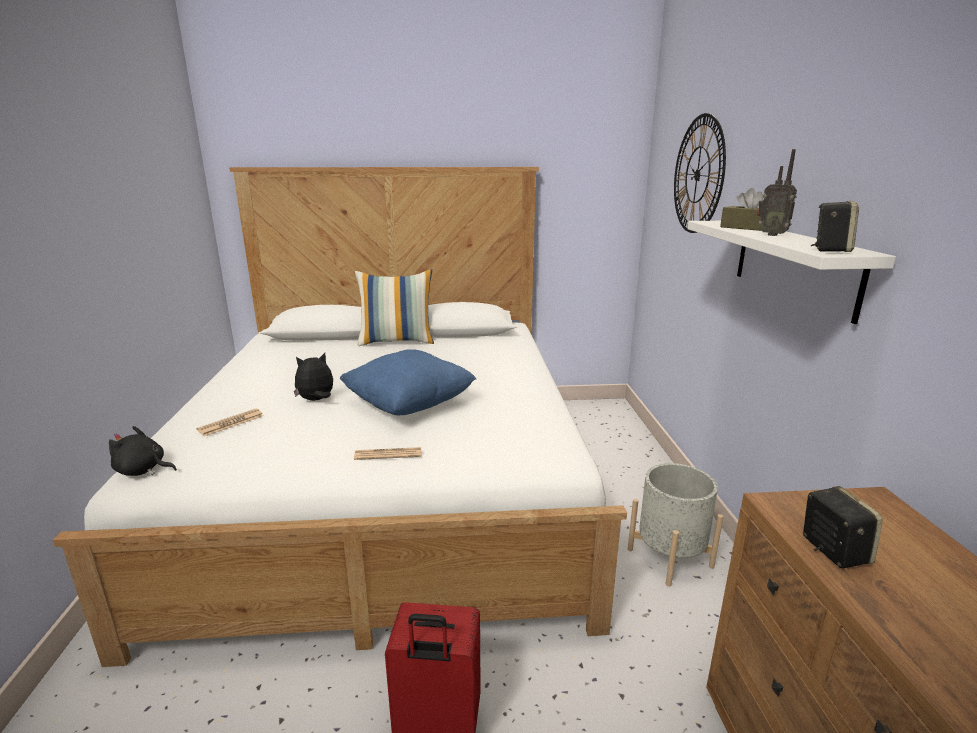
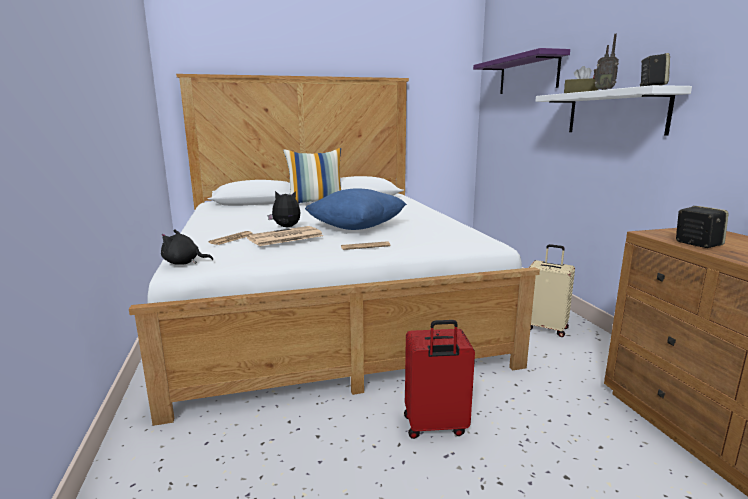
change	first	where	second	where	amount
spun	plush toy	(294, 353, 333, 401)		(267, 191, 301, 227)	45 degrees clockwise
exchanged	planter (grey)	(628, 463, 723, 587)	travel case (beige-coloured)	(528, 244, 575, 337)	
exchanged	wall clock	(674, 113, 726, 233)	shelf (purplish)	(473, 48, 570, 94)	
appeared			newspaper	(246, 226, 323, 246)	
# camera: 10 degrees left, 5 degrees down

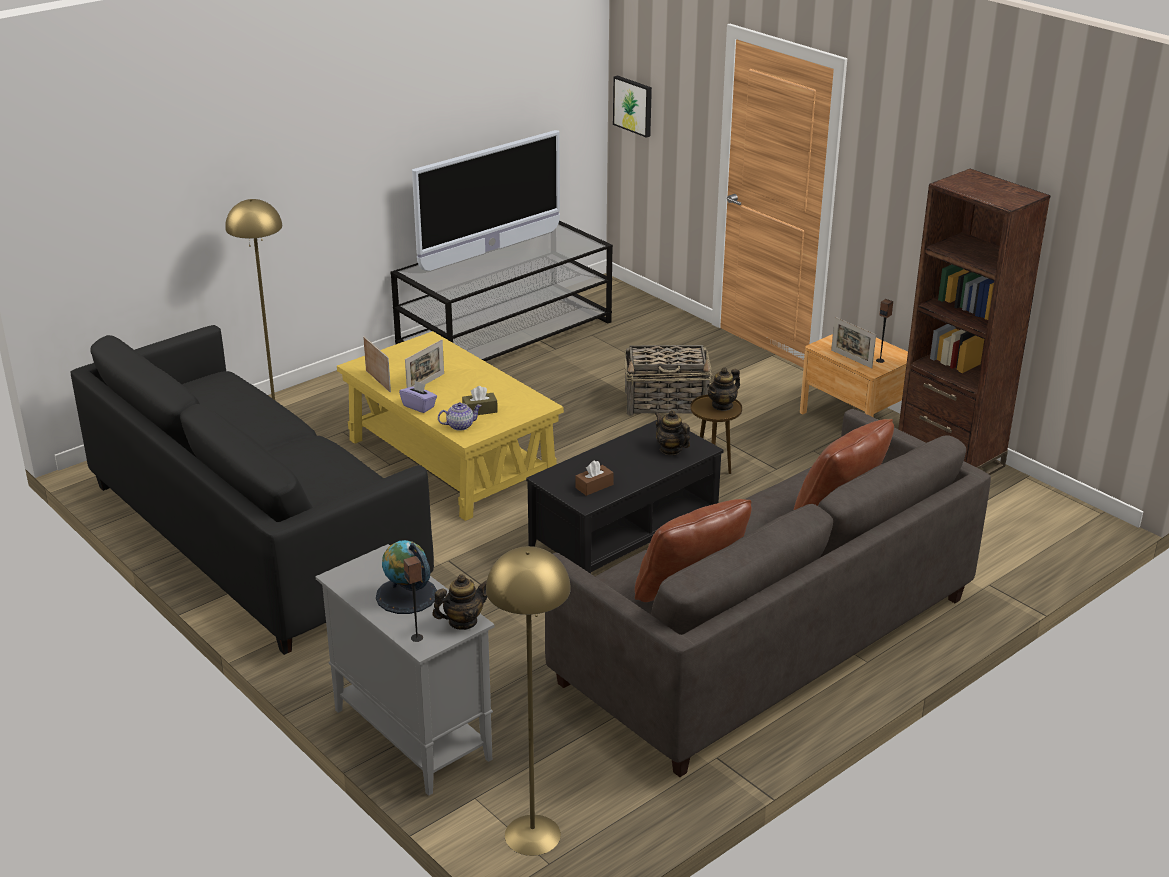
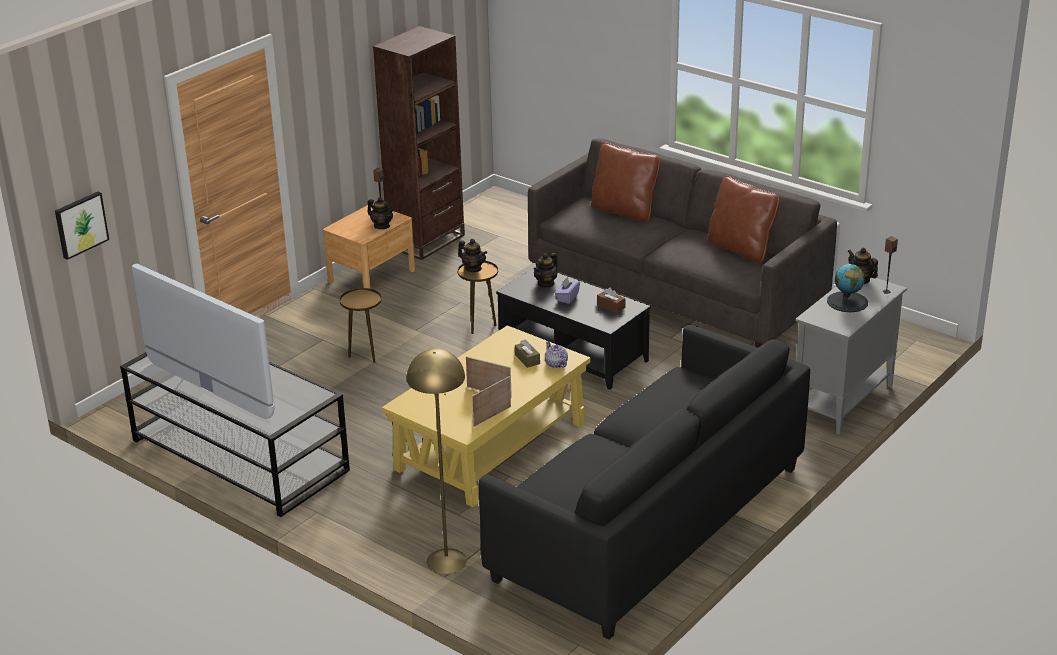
change	first	where	second	where	amount
relocated	tissue holder (purplish)	(399, 380, 437, 413)		(555, 277, 580, 304)	
missing	standard lamp (yellow-coloured)	(486, 546, 571, 856)			
exchanged	household basket	(624, 345, 712, 415)	side table (brown)	(339, 288, 382, 363)	
exchanged	standing frame	(831, 317, 876, 368)	tea pot	(367, 197, 394, 229)	
# camera: 100 degrees left, 0 degrees up

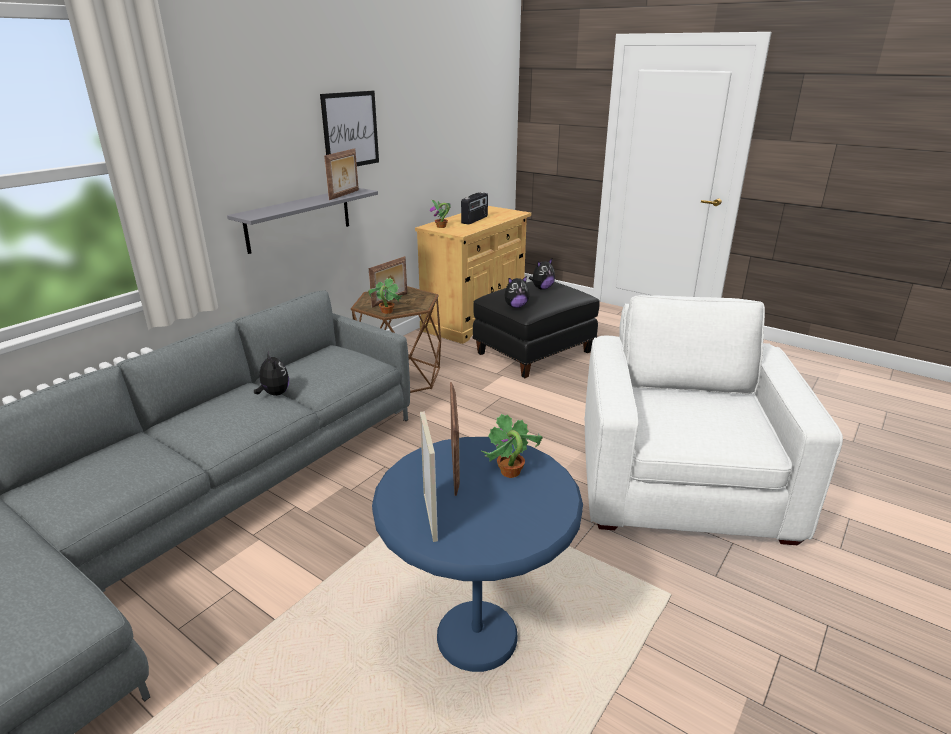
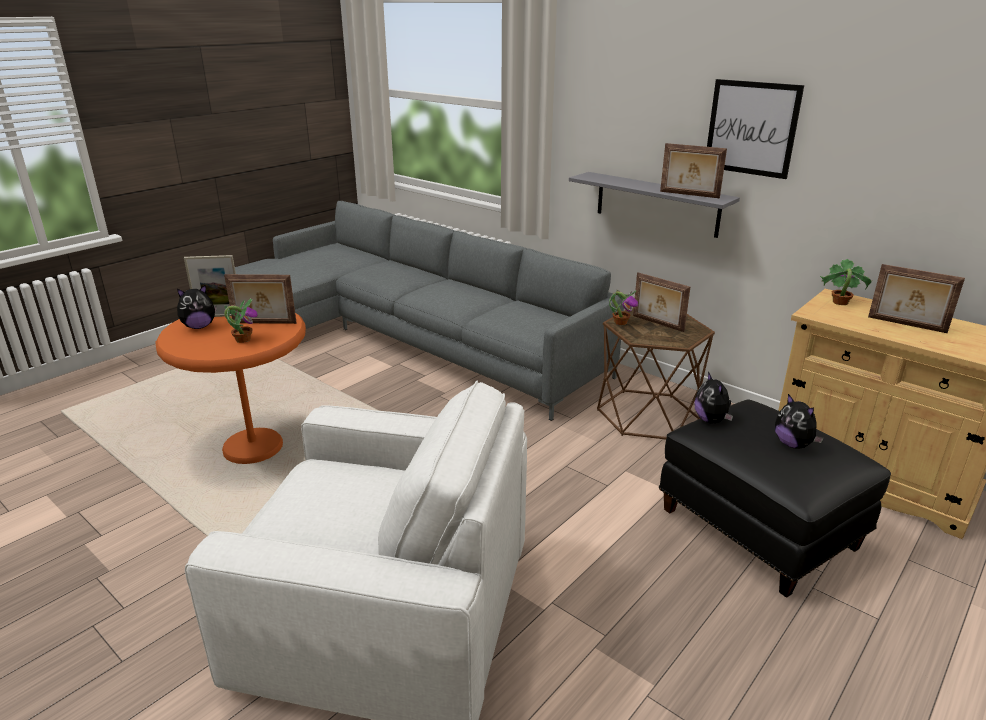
change	first	where	second	where	amount
relocated	plush toy	(254, 351, 289, 396)		(177, 285, 217, 329)	
colour	side table (blue)	(372, 437, 583, 672)	side table (orange)	(155, 313, 306, 464)	
exchanged	radio	(461, 192, 488, 224)	standing frame	(868, 264, 965, 333)	
# camera: 95 degrees right, 0 degrees up

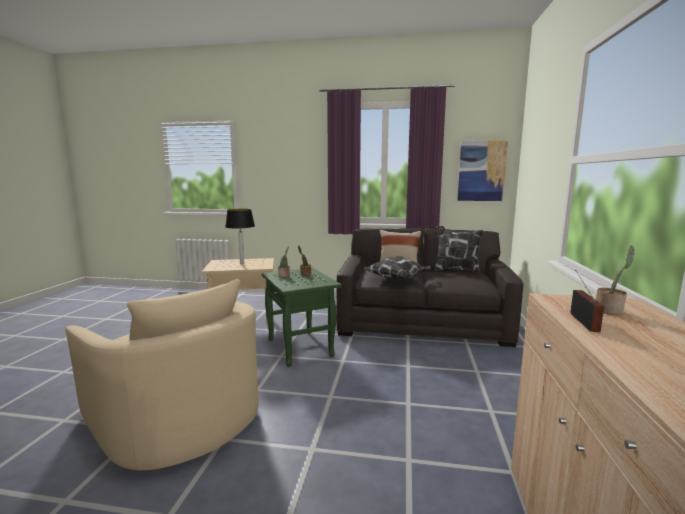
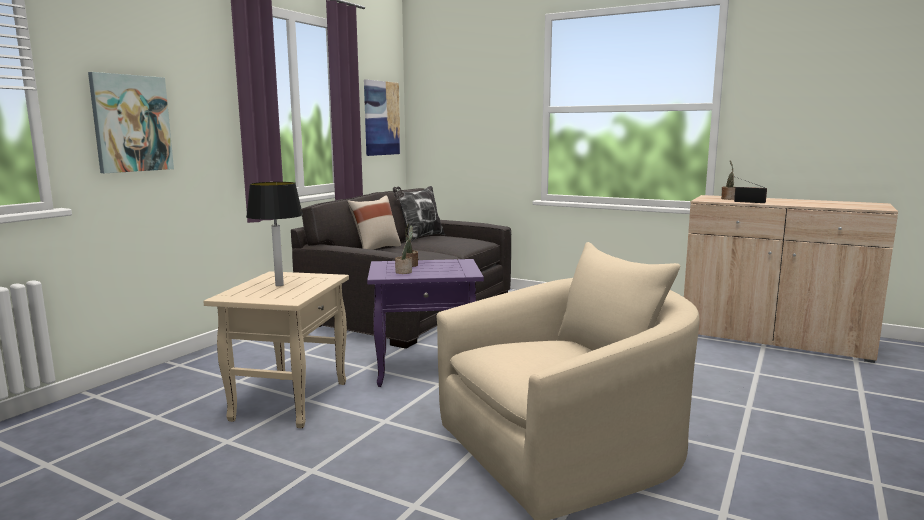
change	first	where	second	where	amount
colour	side table (green)	(262, 268, 342, 367)	side table (purplish)	(367, 259, 484, 387)	
missing	cushion	(364, 256, 432, 280)			
appeared			wall picture	(88, 72, 174, 173)	
# camera: 70 degrees left, 0 degrees up

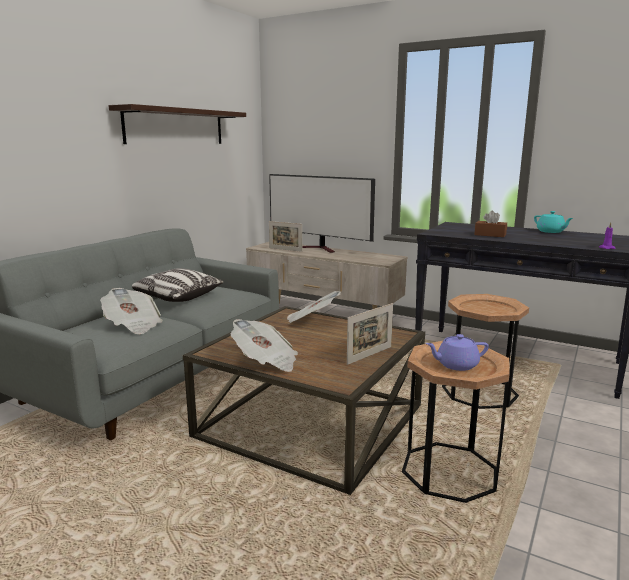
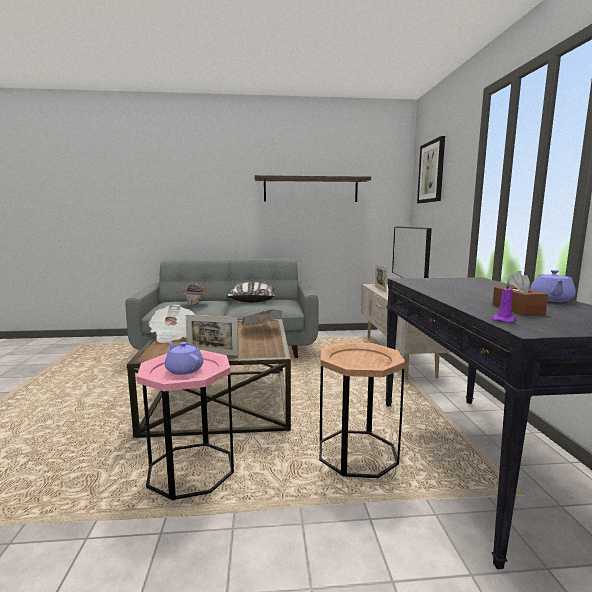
change	first	where	second	where	amount
exchanged	newspaper	(100, 288, 163, 334)	hat (brown)	(176, 283, 212, 305)	
colour	side table (brown)	(402, 341, 510, 503)	side table (pinkish)	(137, 350, 234, 500)	
relocated	tissue holder (brown)	(474, 211, 507, 237)		(493, 271, 548, 315)	
colour	tea pot (blue-green)	(534, 211, 573, 233)	tea pot (purplish)	(530, 270, 576, 302)	
appeared			wall picture	(417, 136, 445, 203)	
# camera: 55 degrees right, 5 degrees down

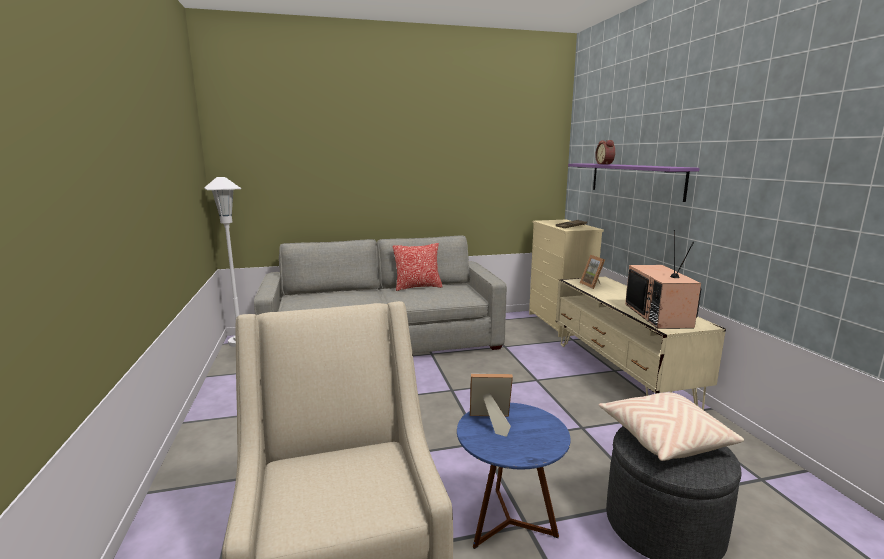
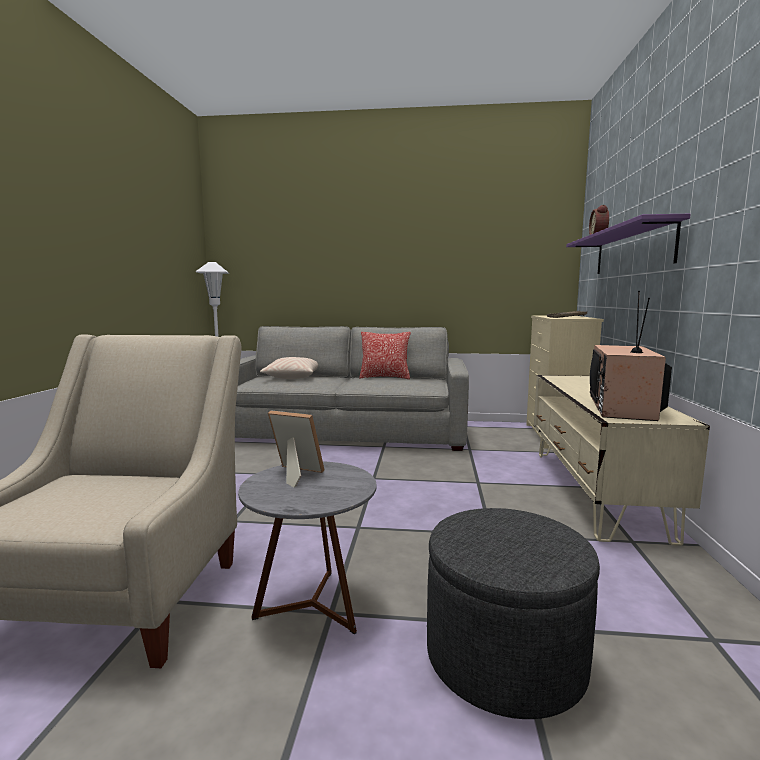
change	first	where	second	where	amount
colour	side table (blue)	(457, 403, 571, 549)	side table (grey)	(238, 461, 377, 634)	
missing	standing frame	(580, 255, 605, 289)			
relocated	cushion (beige-coloured)	(599, 392, 744, 461)		(260, 357, 318, 379)	
# camera: 20 degrees right, 5 degrees down

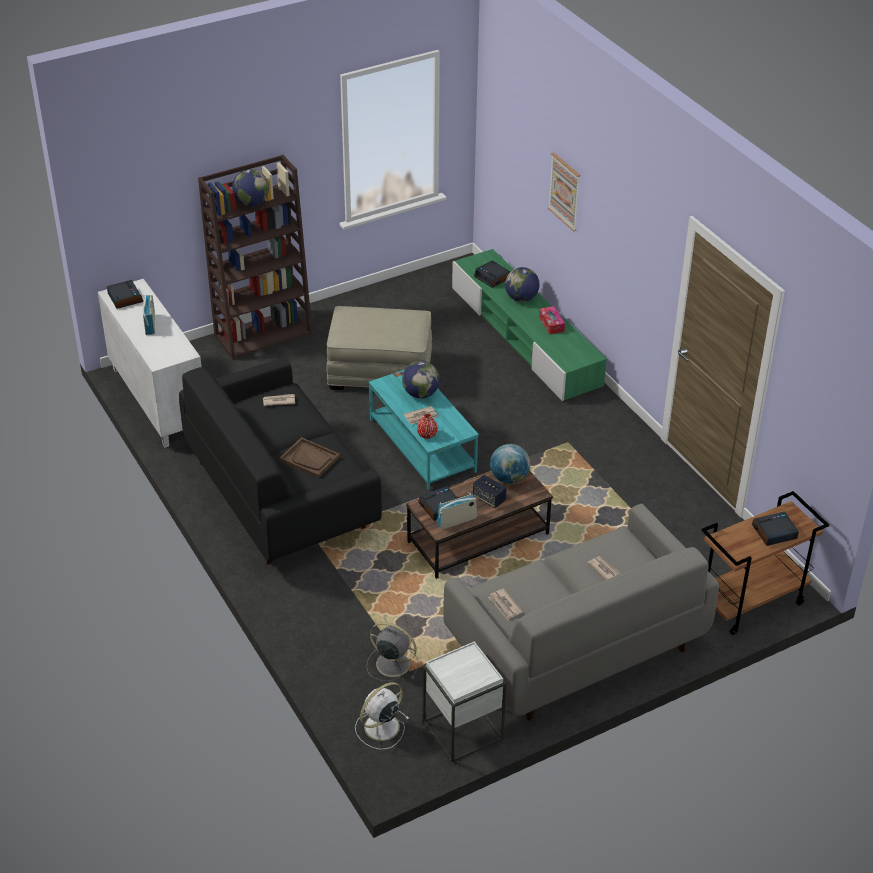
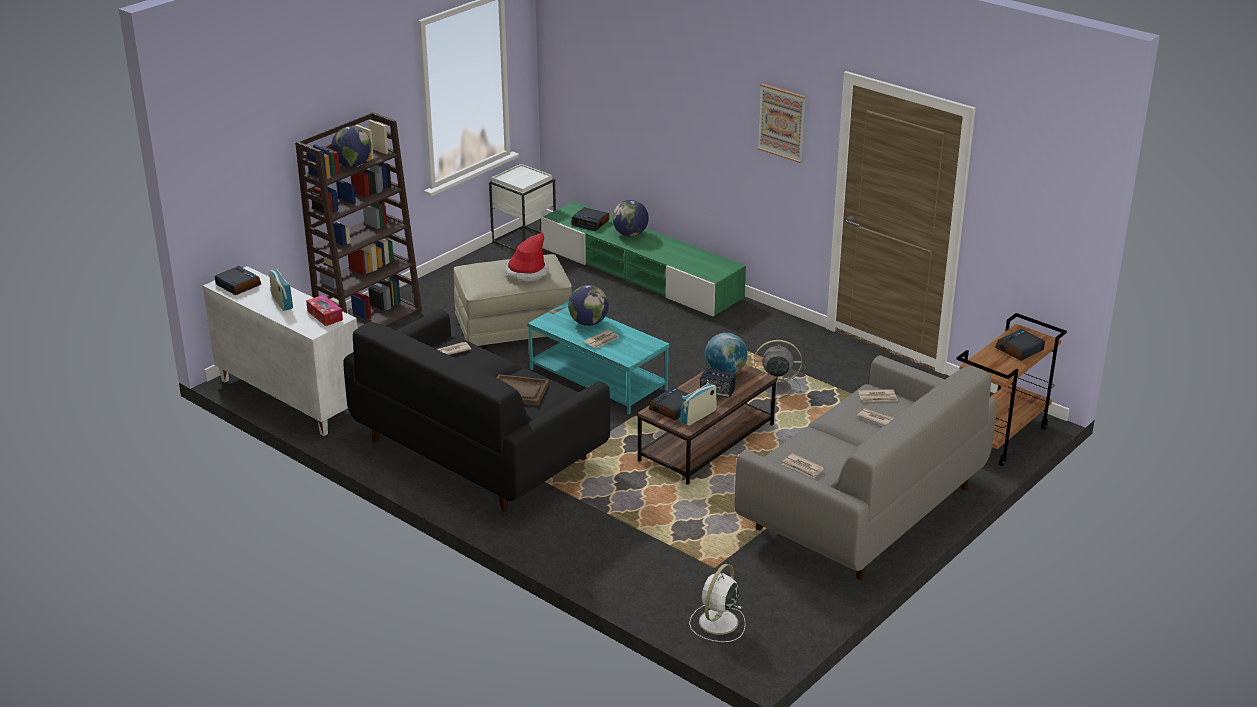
change	first	where	second	where	amount
relocated	fan (grey)	(367, 622, 418, 681)		(754, 340, 802, 399)	
missing	decorative vase (reddish)	(417, 413, 438, 439)			
relocated	side table (whitish)	(423, 641, 507, 762)		(489, 164, 556, 251)	
relocated	tissue holder	(539, 306, 565, 335)		(306, 295, 343, 326)	
relocated	wall picture	(548, 153, 581, 232)		(757, 83, 806, 163)	
appeared			hat	(505, 233, 549, 283)	
appeared			newspaper	(858, 389, 898, 402)	
# camera: 20 degrees left, 10 degrees down

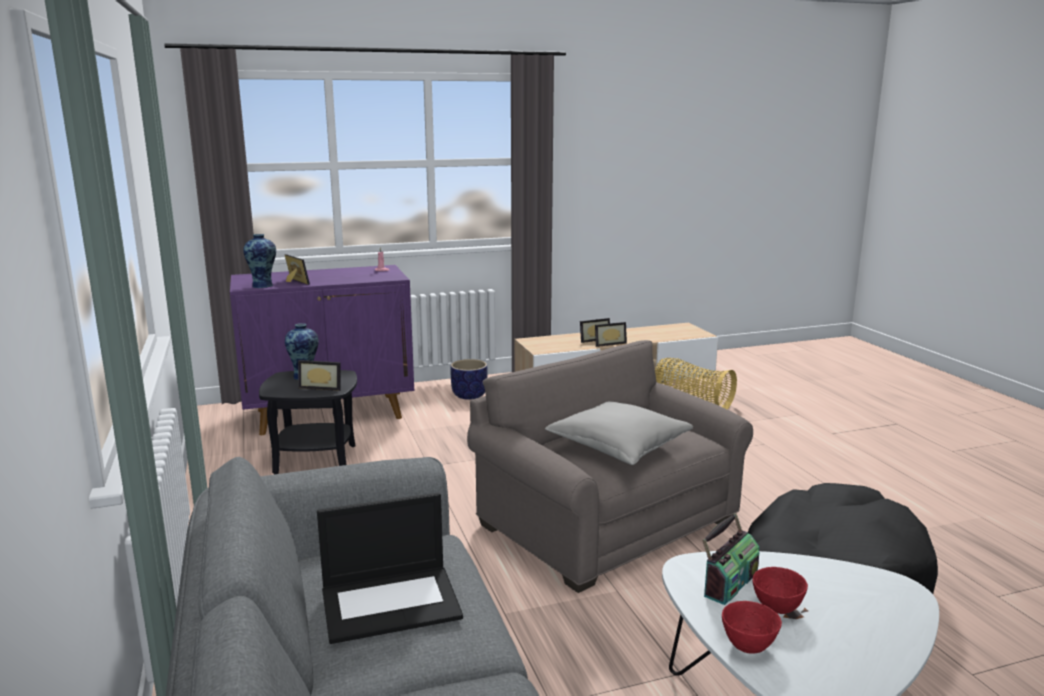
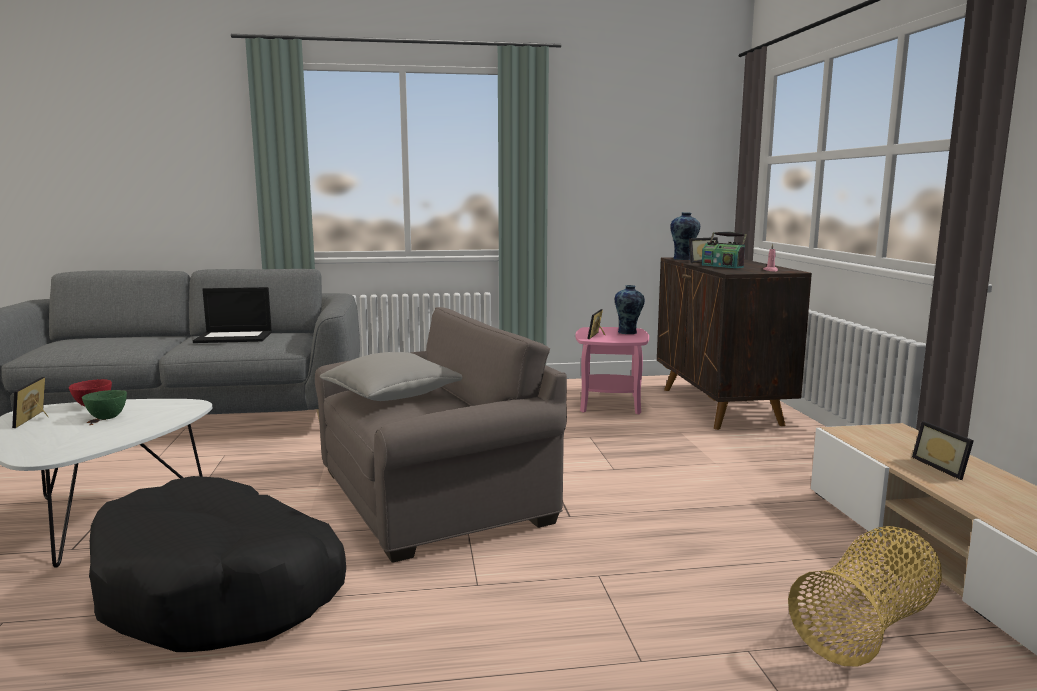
change	first	where	second	where	amount
colour	cabinet (purplish)	(230, 265, 414, 435)	cabinet (brown)	(657, 257, 812, 430)	
colour	side table (blackish)	(259, 370, 357, 475)	side table (pinkish)	(575, 327, 649, 414)	
spun	portable computer	(317, 492, 463, 644)		(193, 287, 272, 343)	90 degrees counterclockwise
missing	planter	(451, 359, 488, 400)			
relocated	standing frame	(595, 322, 627, 347)		(12, 377, 48, 428)	
relocated	radio	(703, 513, 759, 605)		(702, 232, 747, 268)	
colour	deep dish (reddish)	(753, 567, 808, 614)	deep dish (green)	(82, 390, 127, 420)	
# camera: 100 degrees right, 5 degrees down

